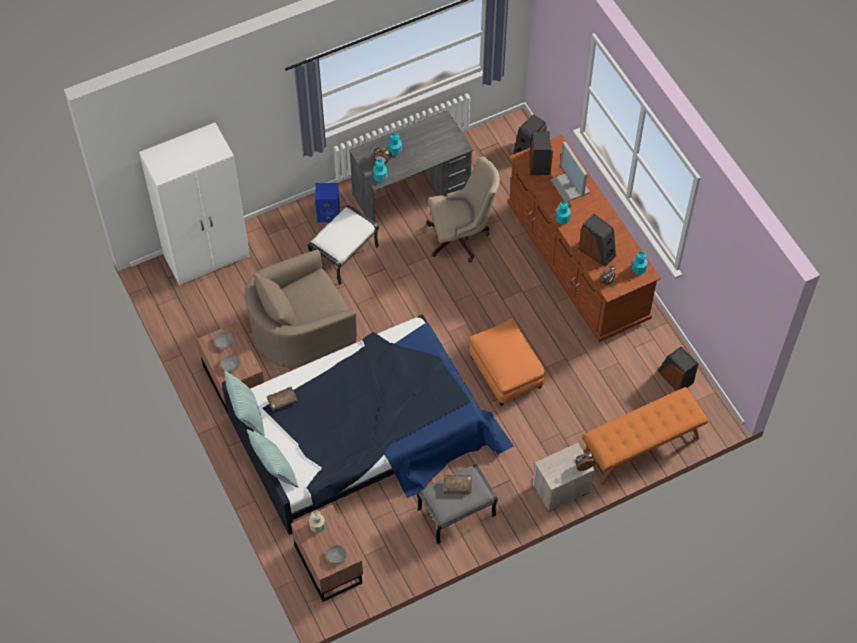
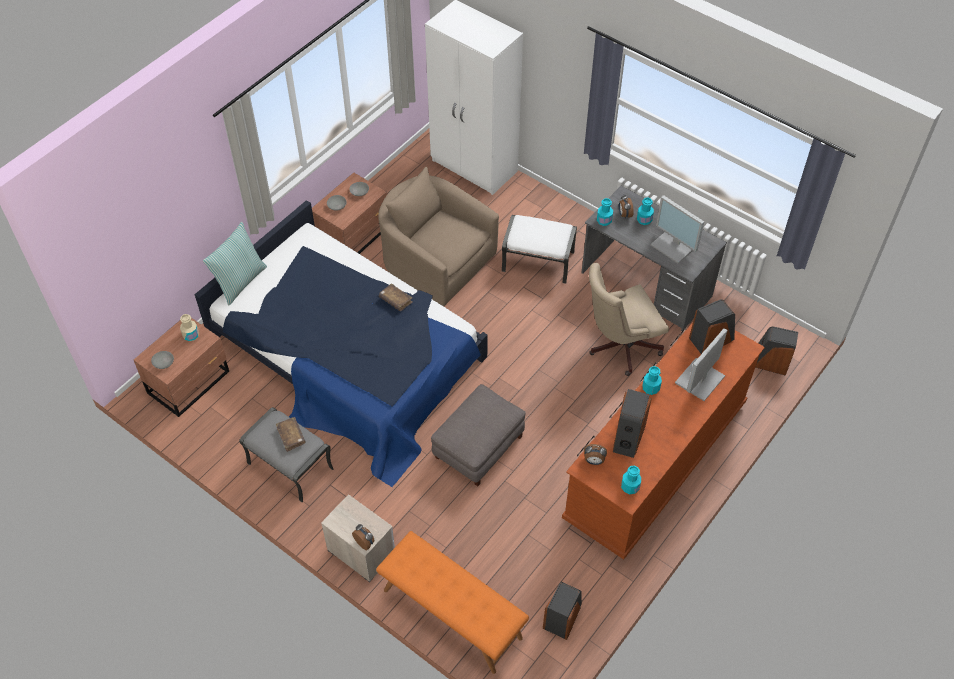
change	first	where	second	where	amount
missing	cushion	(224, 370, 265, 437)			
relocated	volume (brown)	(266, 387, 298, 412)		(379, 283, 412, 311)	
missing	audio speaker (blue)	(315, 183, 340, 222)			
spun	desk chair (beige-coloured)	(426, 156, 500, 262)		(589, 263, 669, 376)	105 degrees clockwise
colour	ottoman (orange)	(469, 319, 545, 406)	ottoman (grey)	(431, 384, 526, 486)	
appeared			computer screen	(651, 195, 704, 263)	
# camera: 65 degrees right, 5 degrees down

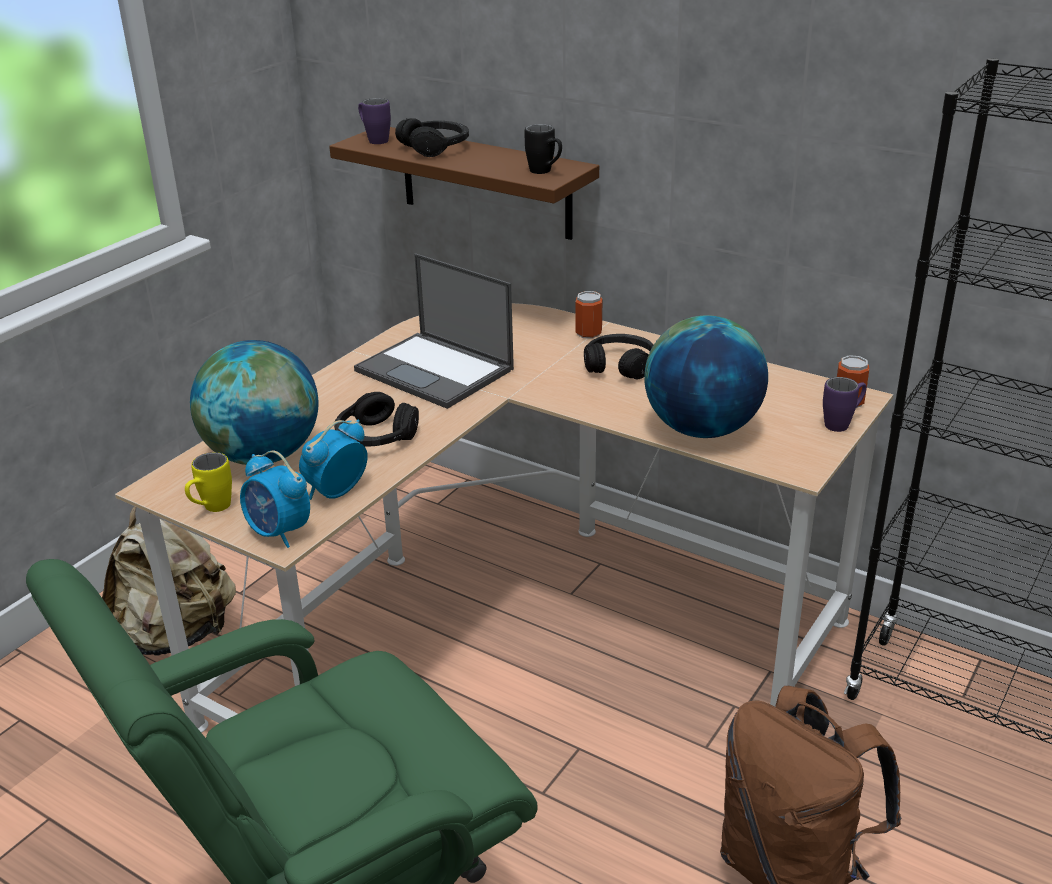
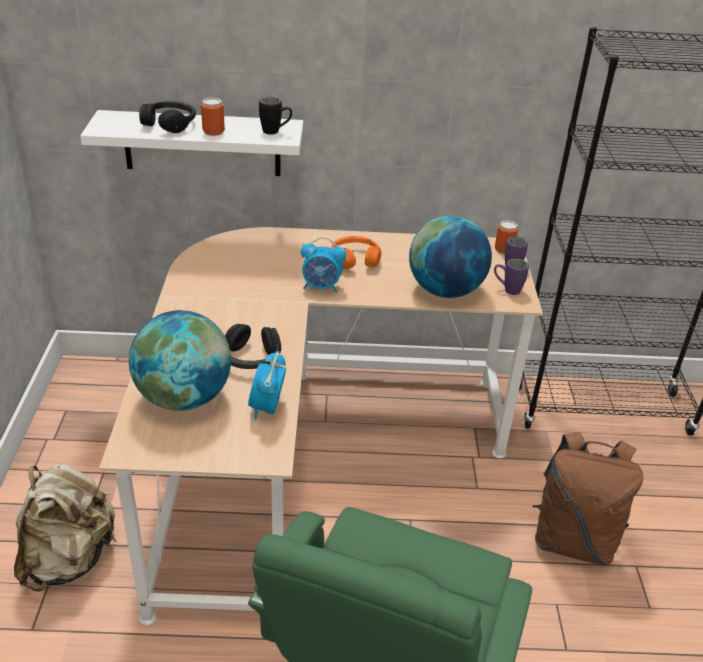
change	first	where	second	where	amount
missing	mug (yellow-coloured)	(185, 452, 232, 512)			
relocated	alarm clock	(240, 450, 310, 548)		(301, 237, 346, 293)	
colour	shelf (brown)	(329, 127, 599, 240)	shelf (whitish)	(80, 110, 303, 176)	
missing	portable computer	(354, 253, 514, 409)			
relocated	mug (purplish)	(358, 98, 391, 144)		(494, 259, 529, 295)	
relocated	can	(575, 291, 603, 339)		(201, 97, 225, 136)	
colour	pair of headphones (blackish)	(584, 334, 653, 380)	pair of headphones (orange)	(331, 236, 381, 269)	
# camera: 35 degrees left, 5 degrees up

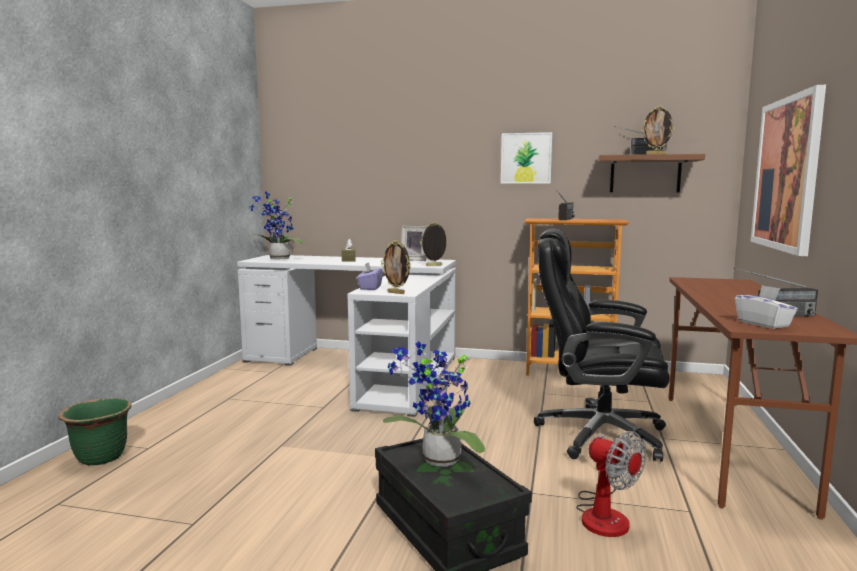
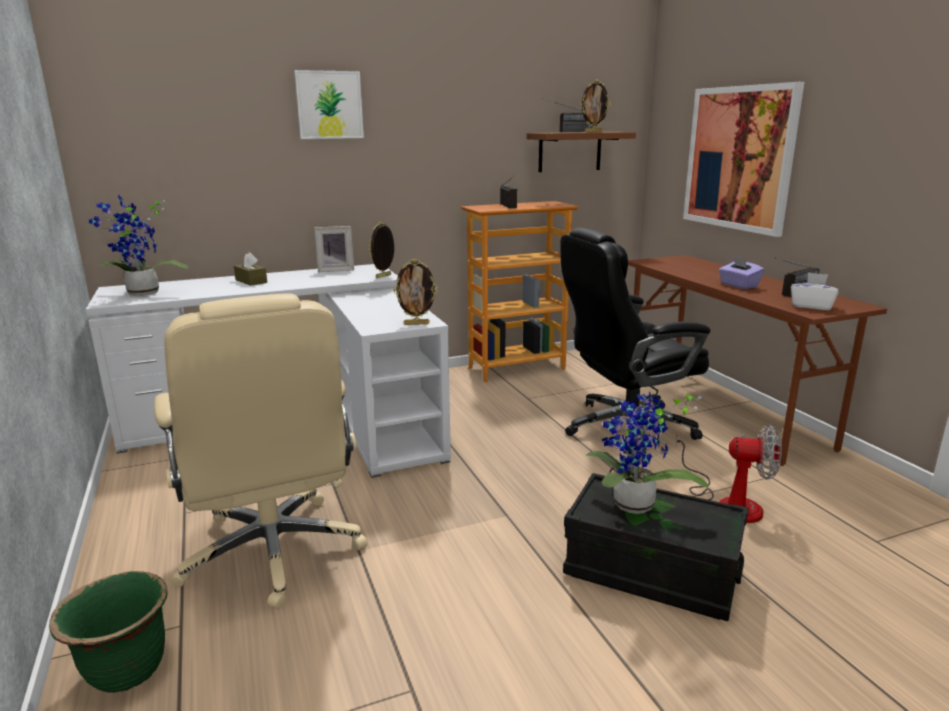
change	first	where	second	where	amount
relocated	tissue holder (purplish)	(357, 262, 383, 290)		(719, 256, 764, 289)	
relocated	wall picture	(501, 132, 552, 184)		(294, 70, 364, 139)	
appeared			desk chair (beige-coloured)	(154, 293, 367, 609)	
# camera: 35 degrees left, 10 degrees up

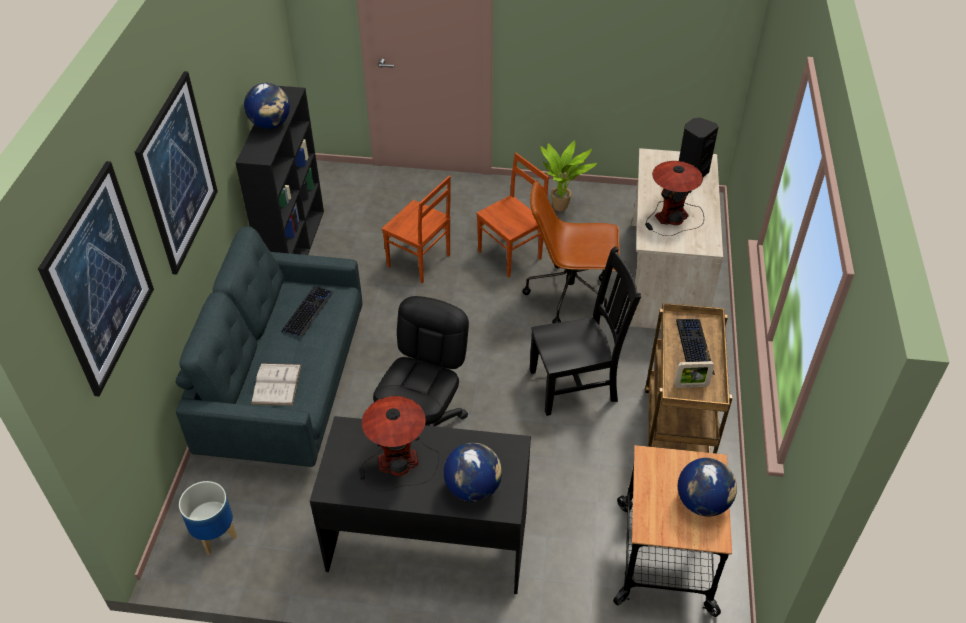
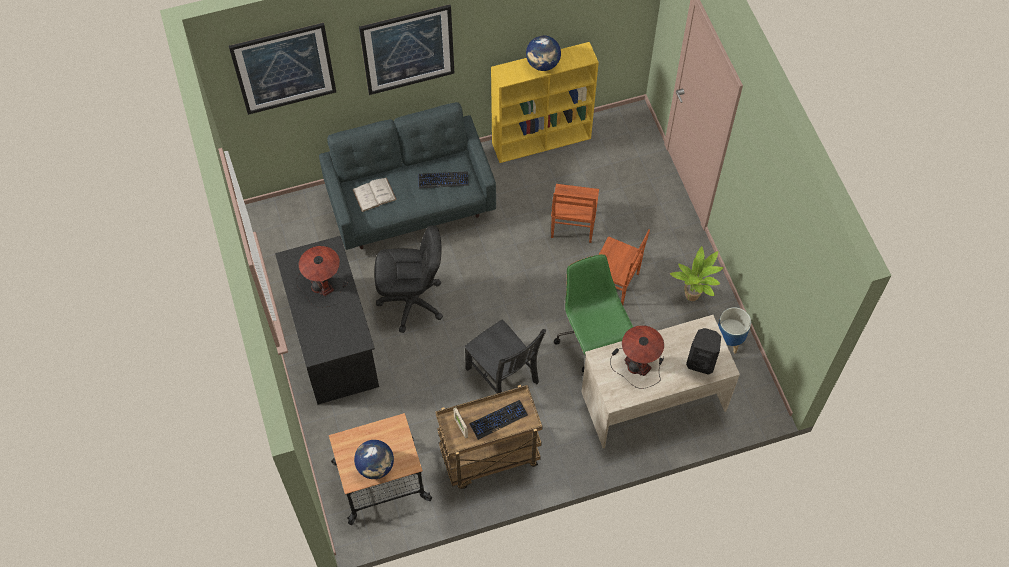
change	first	where	second	where	amount
relocated	planter	(179, 481, 237, 555)		(718, 307, 751, 354)	
colour	shelving unit (blackish)	(235, 86, 324, 255)	shelving unit (yellow-coloured)	(491, 42, 599, 163)	
missing	world globe	(444, 443, 502, 502)			
colour	desk chair (brown)	(522, 180, 620, 323)	desk chair (green)	(554, 254, 633, 373)	
# camera: 65 degrees right, 15 degrees up

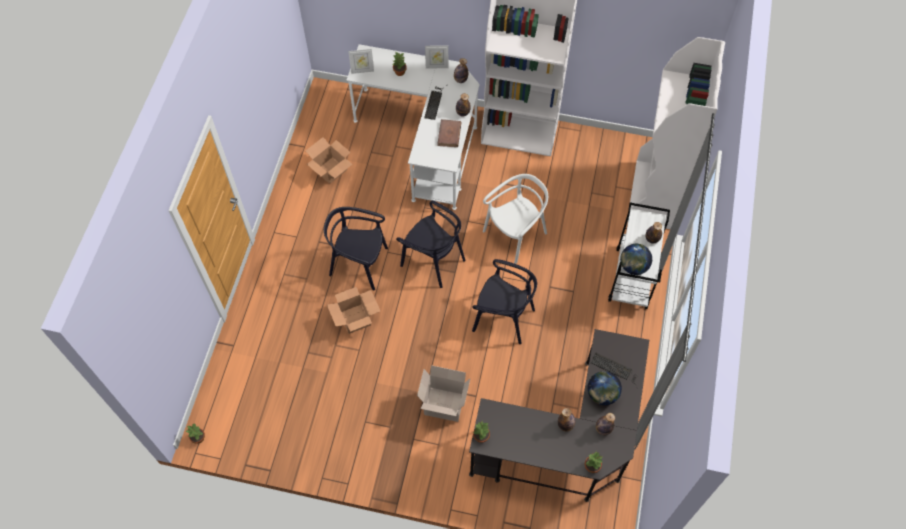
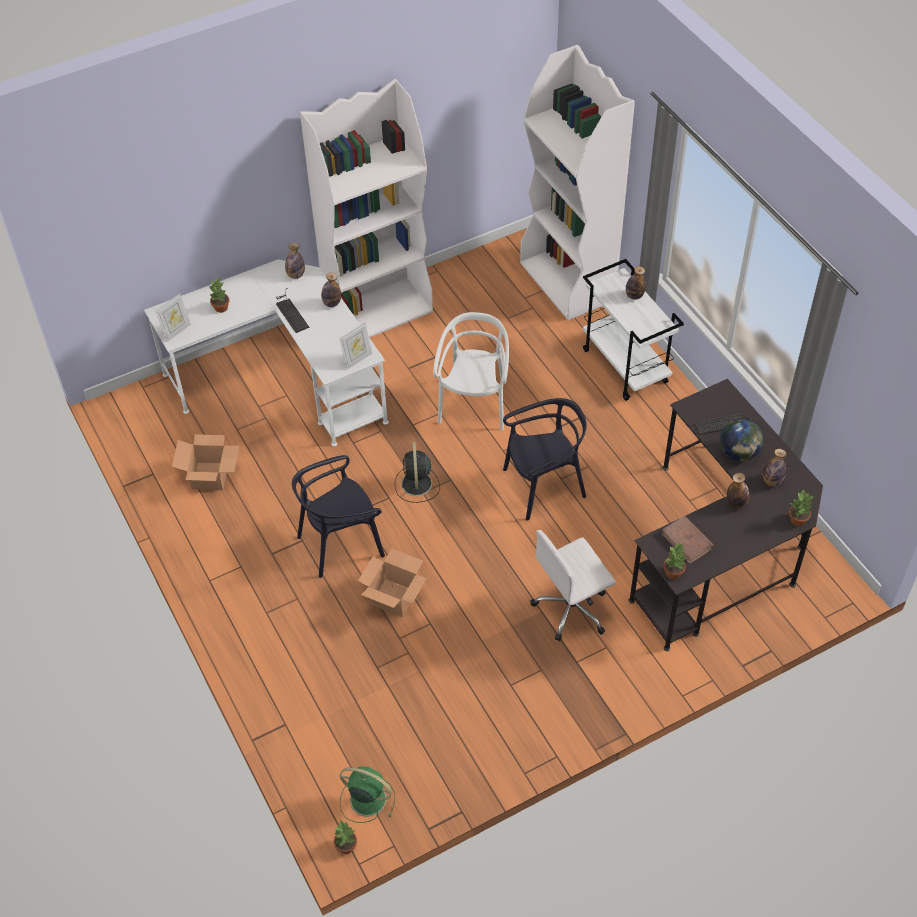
change	first	where	second	where	amount
exchanged	chair (blackish)	(396, 201, 465, 288)	fan (blackish)	(395, 442, 440, 503)	
exchanged	carton	(417, 365, 470, 422)	desk chair (whitish)	(530, 530, 616, 641)	
relocated	standing frame	(425, 46, 448, 68)		(339, 322, 372, 370)	
relocated	volume (brown)	(437, 119, 462, 147)		(661, 516, 714, 564)	
missing	world globe	(620, 244, 652, 275)			
appeared			fan (green)	(340, 766, 395, 823)	
# camera: 40 degrees left, 10 degrees down

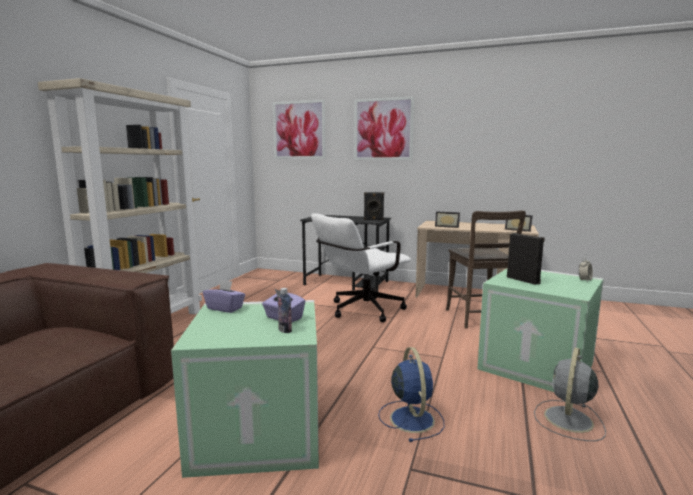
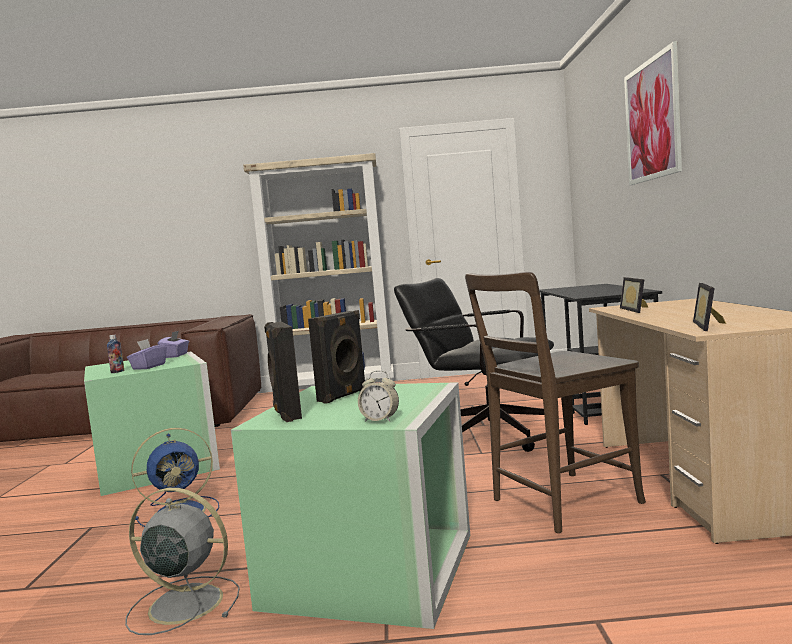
change	first	where	second	where	amount
missing	wall picture	(273, 100, 325, 159)			
colour	desk chair (whitish)	(311, 213, 411, 322)	desk chair (blackish)	(394, 278, 554, 452)	
relocated	audio speaker (blackish)	(364, 192, 384, 220)		(264, 322, 302, 422)	
# camera: 70 degrees right, 5 degrees down

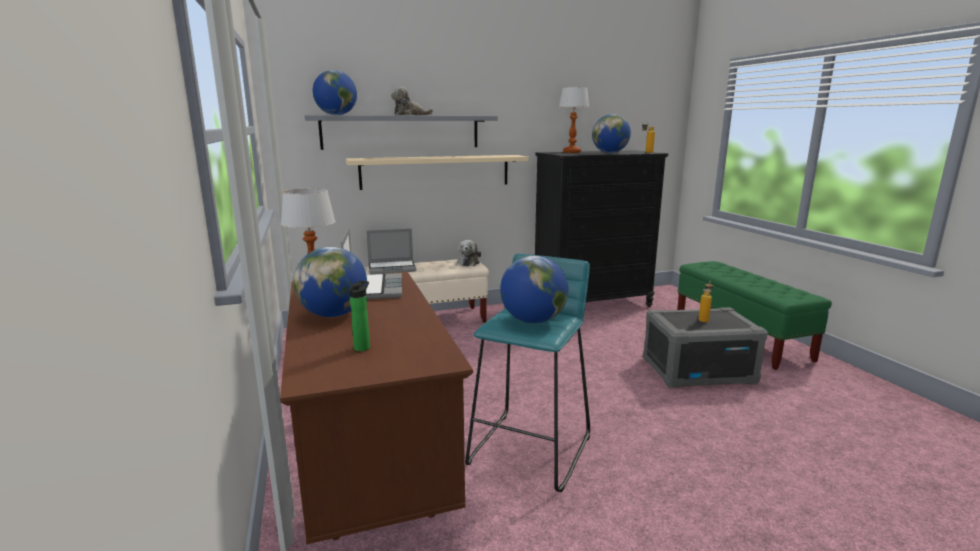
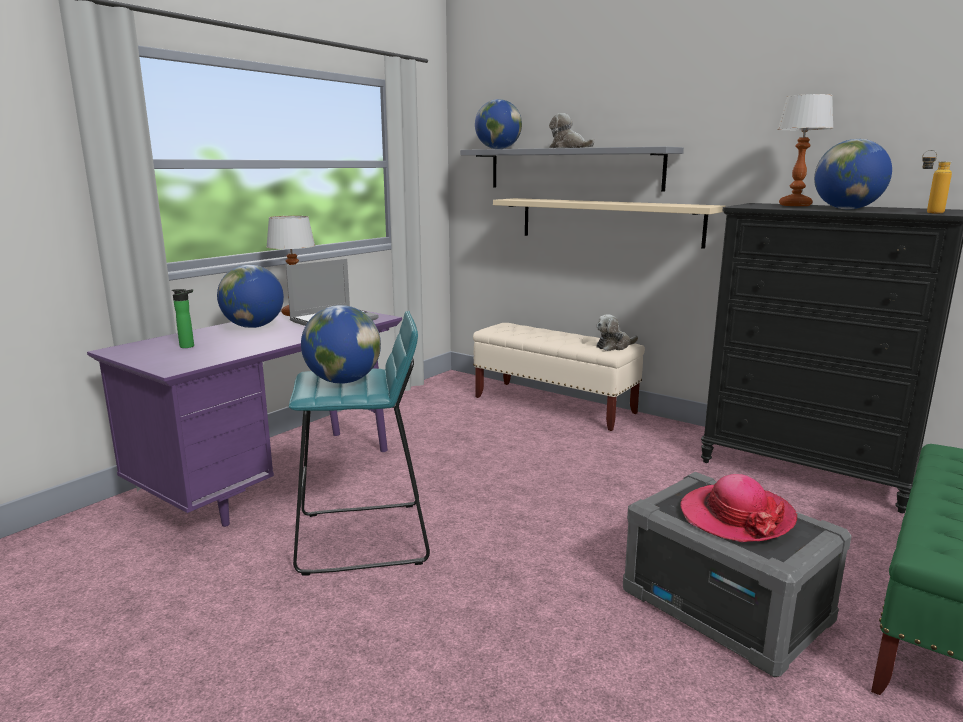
change	first	where	second	where	amount
colour	desk table (brown)	(280, 272, 473, 545)	desk table (purplish)	(87, 310, 402, 527)	
missing	portable computer	(366, 229, 416, 274)			
exchanged	beverage bottle	(699, 281, 713, 322)	hat	(680, 474, 797, 542)	
# camera: 55 degrees right, 0 degrees up

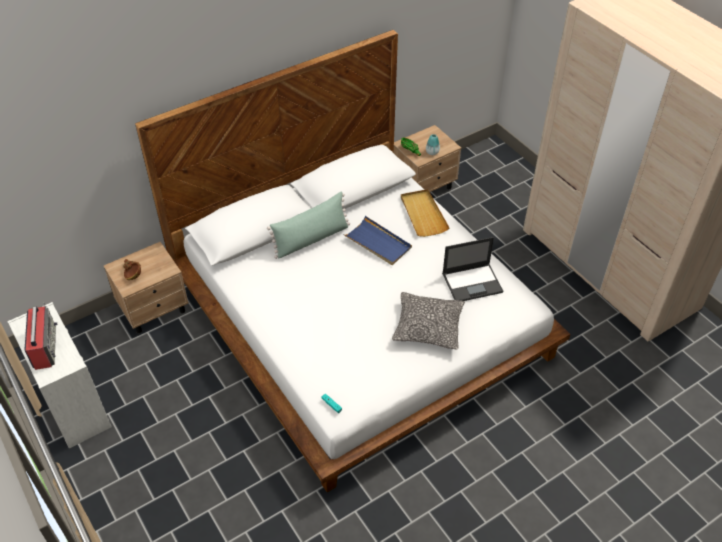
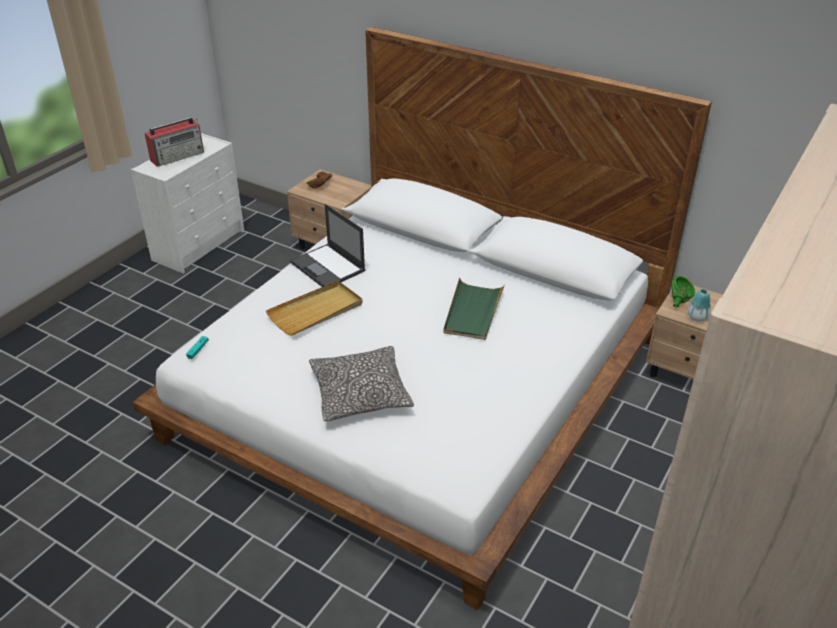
change	first	where	second	where	amount
missing	cushion (green)	(267, 192, 350, 259)			
colour	carrying tray (blue)	(343, 216, 412, 265)	carrying tray (green)	(443, 278, 505, 340)	
relocated	carrying tray (beige-coloured)	(401, 189, 450, 237)		(266, 281, 363, 336)	
relocated	portable computer	(442, 237, 503, 301)		(290, 204, 365, 287)	
# camera: 65 degrees right, 10 degrees down

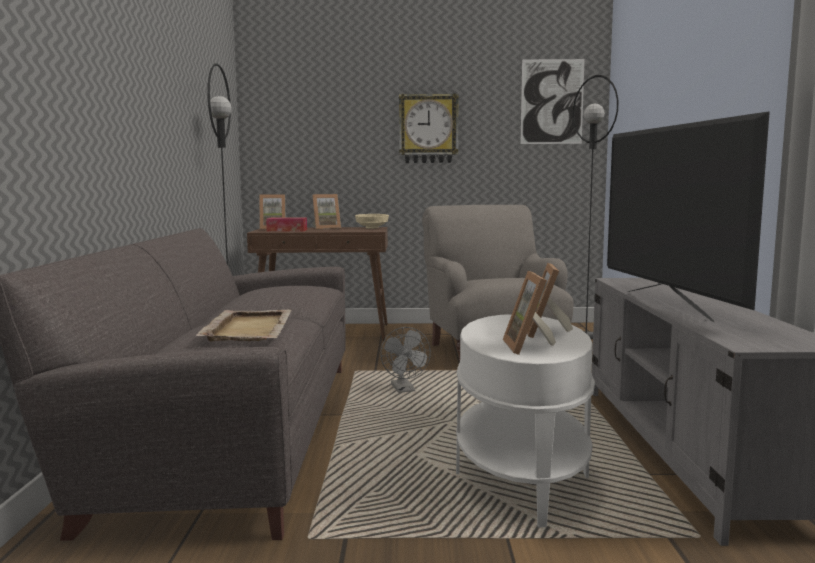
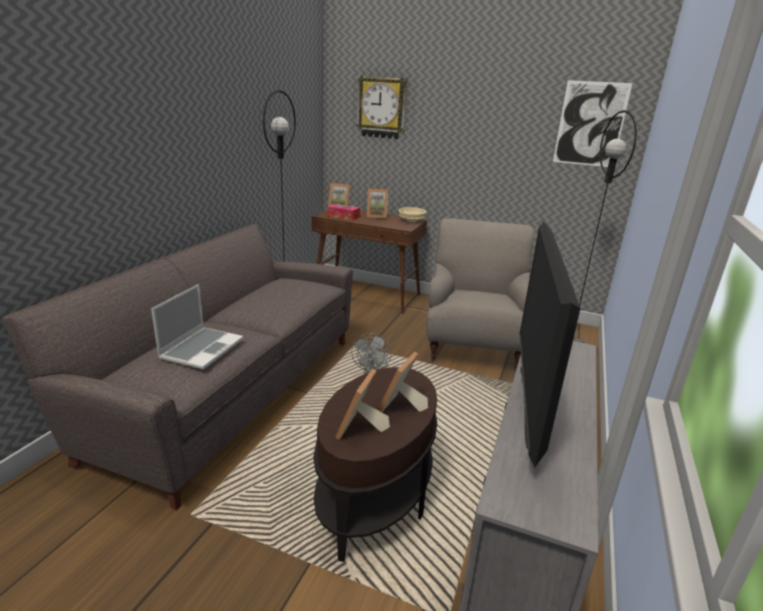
change	first	where	second	where	amount
exchanged	carrying tray (beige-coloured)	(196, 309, 291, 341)	portable computer	(151, 284, 244, 370)	
relocated	wall clock	(399, 93, 459, 163)		(357, 76, 407, 139)	
colour	side table (whitish)	(456, 314, 595, 528)	side table (brown)	(313, 367, 437, 562)	
# camera: 20 degrees right, 15 degrees up

